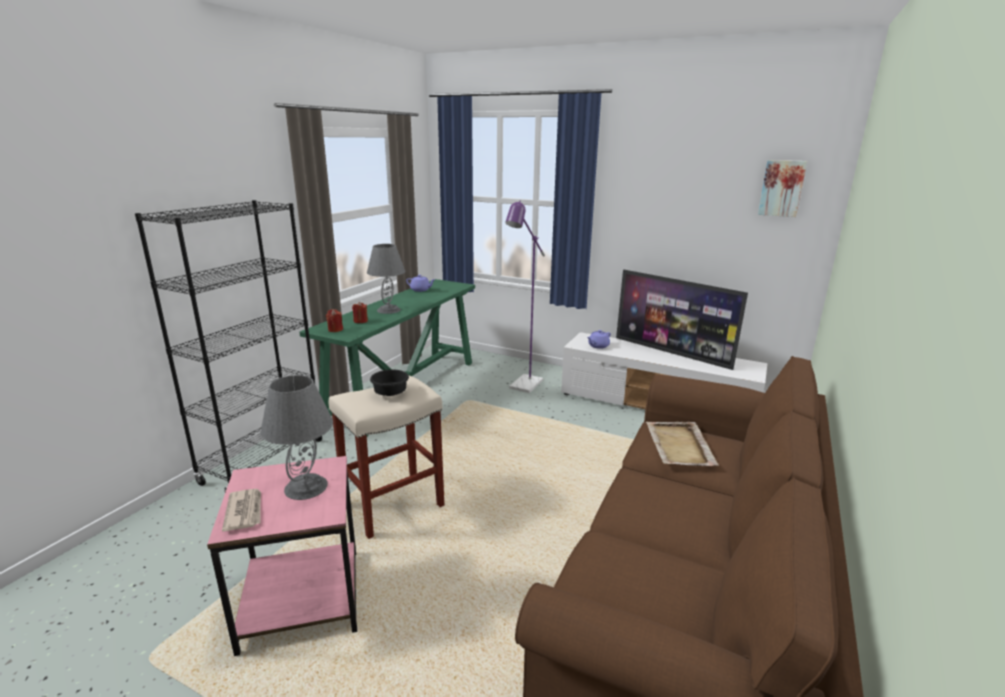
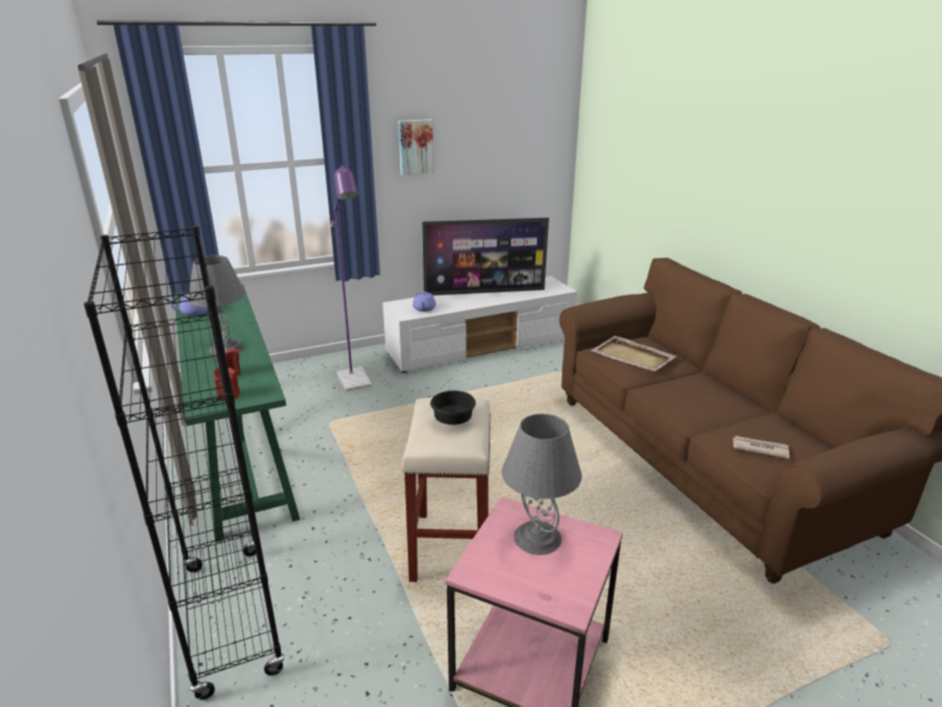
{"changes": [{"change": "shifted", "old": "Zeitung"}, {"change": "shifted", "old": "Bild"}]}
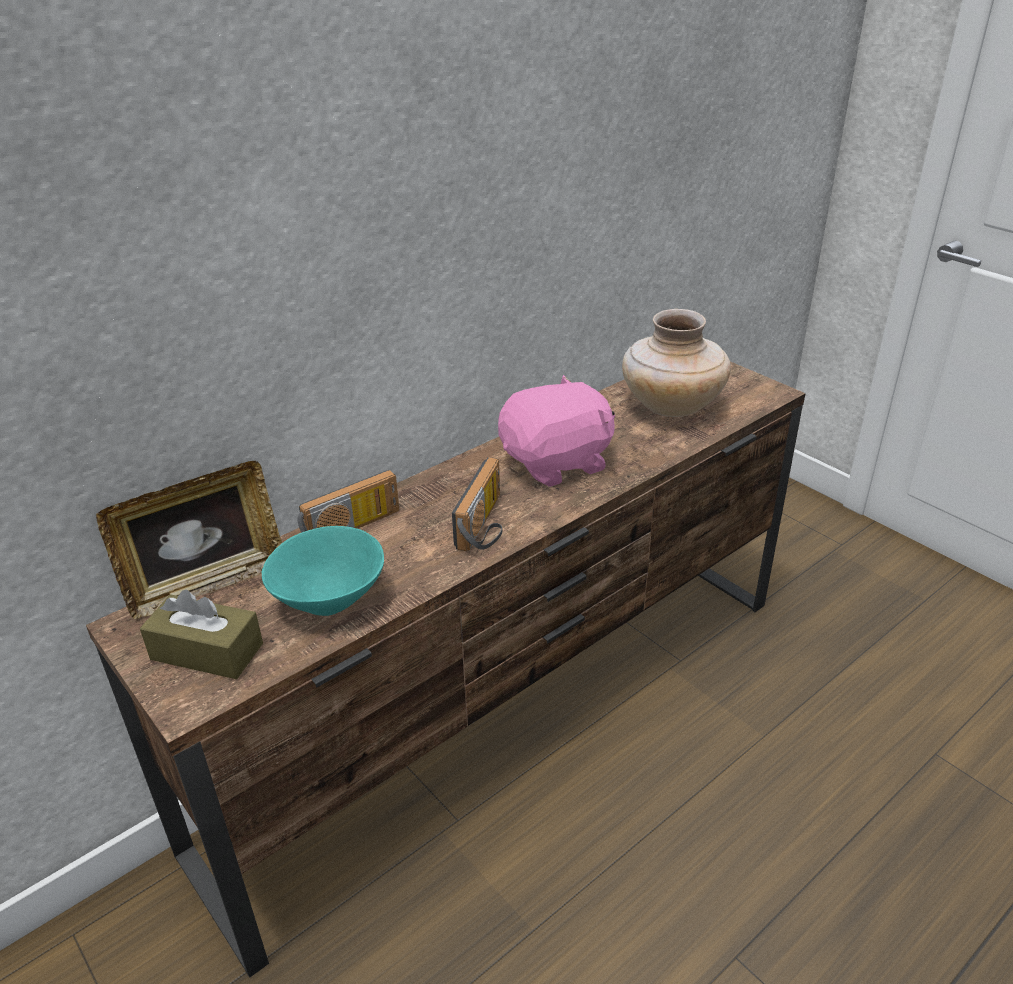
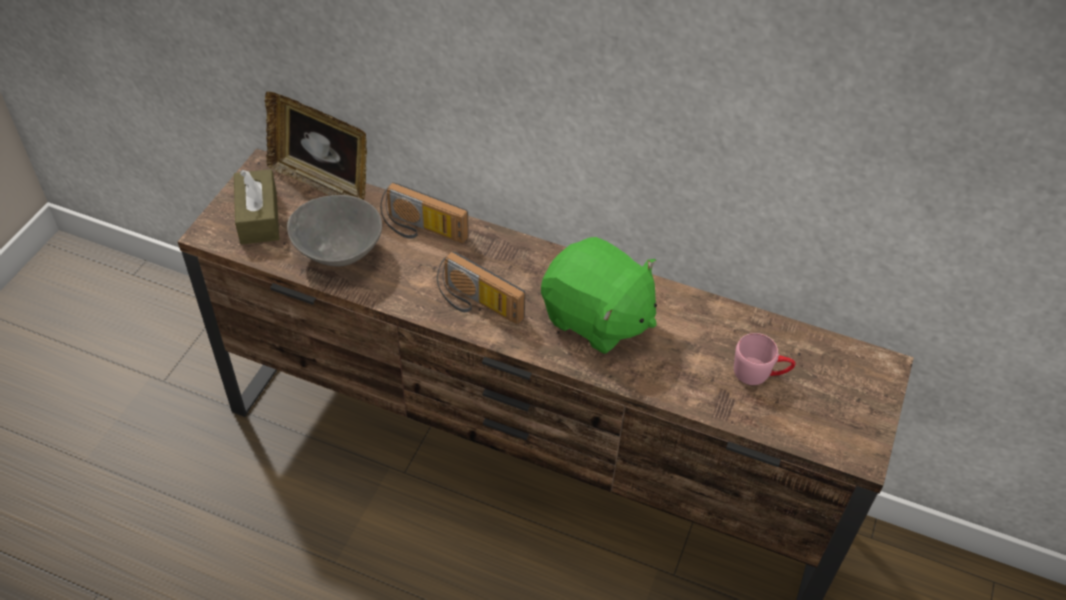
{"changes": [{"change": "swapped", "old": "Vase [beige]", "new": "Henkelbecher [rosa]"}, {"change": "repainted", "old": "Schüssel [türkis]", "new": "Schüssel [grau]"}, {"change": "repainted", "old": "Plüschtier [rosa]", "new": "Plüschtier [grün]"}, {"change": "rotated", "old": "Radio (no. 2 from left)", "degrees": 45}]}
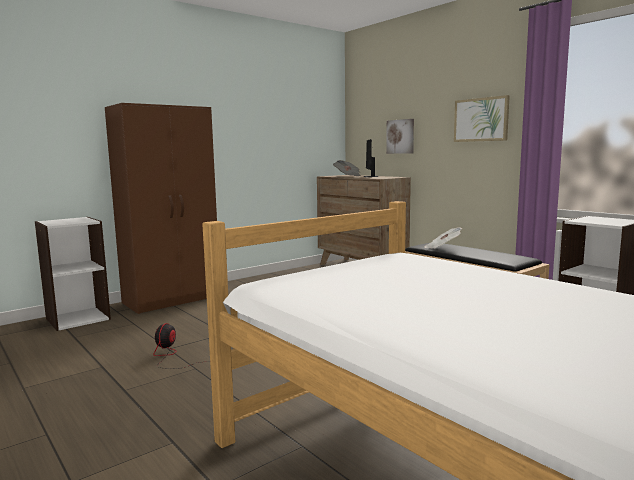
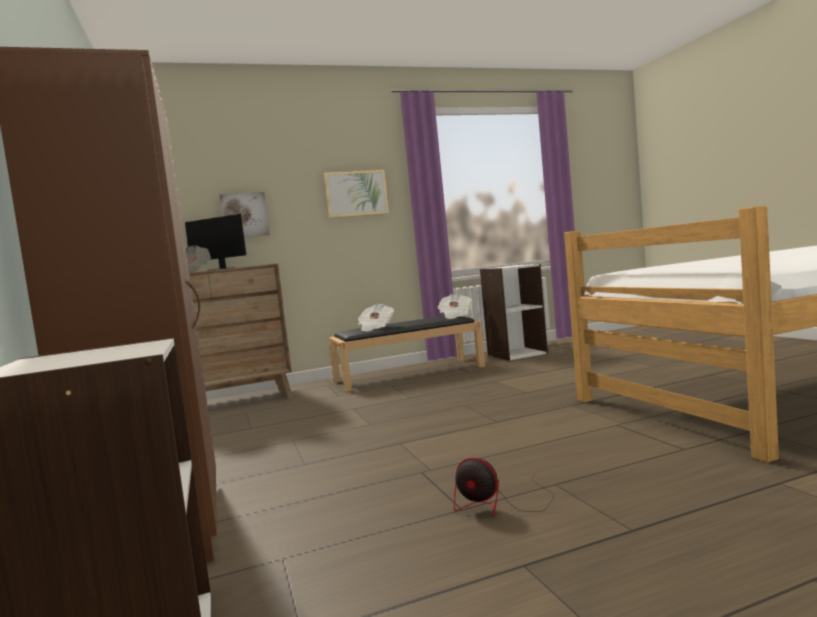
{"changes": [{"change": "new", "new": "Zeitung (no. 3 from left)"}]}
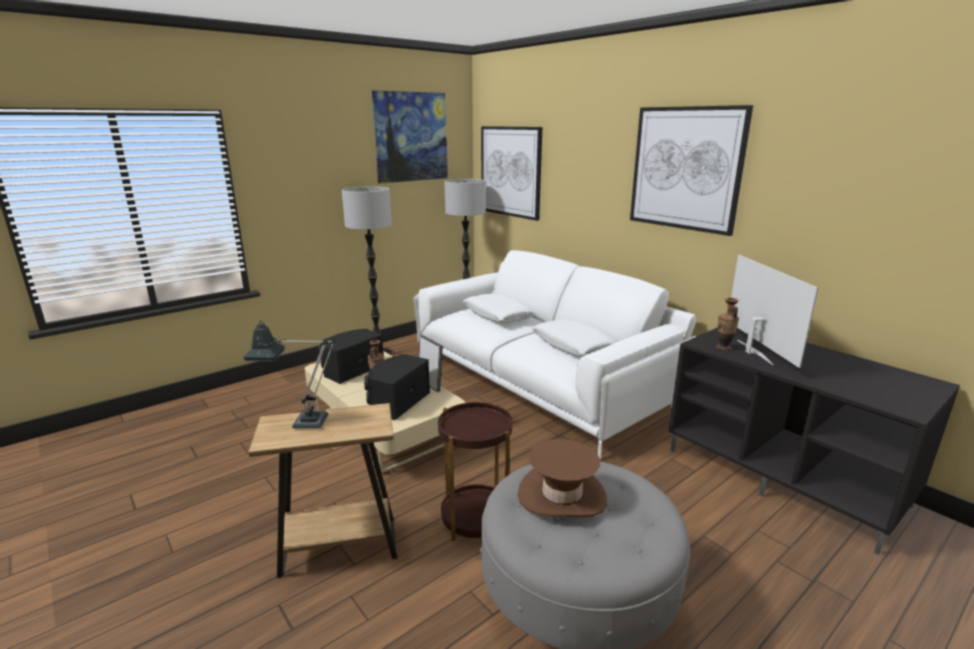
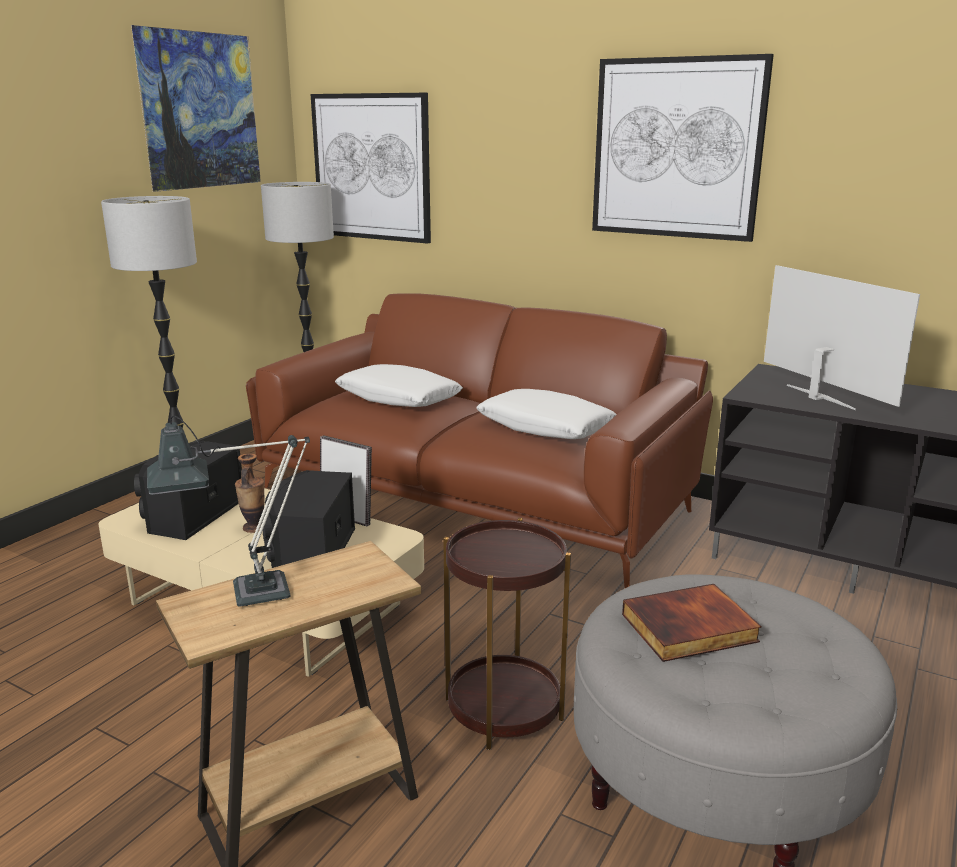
{"changes": [{"change": "gone", "old": "Vase (no. 2 from left)"}, {"change": "swapped", "old": "Hut [braun]", "new": "Buch"}, {"change": "repainted", "old": "Sofa [weiß]", "new": "Sofa [braun]"}]}
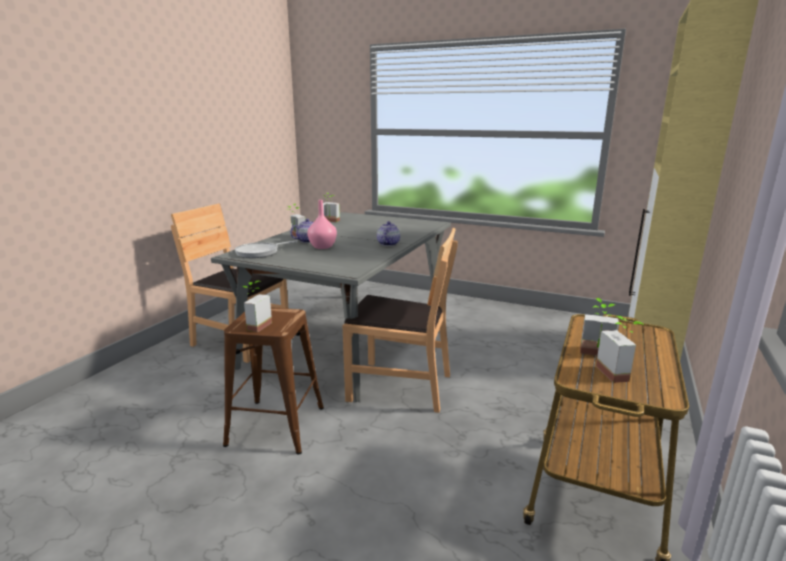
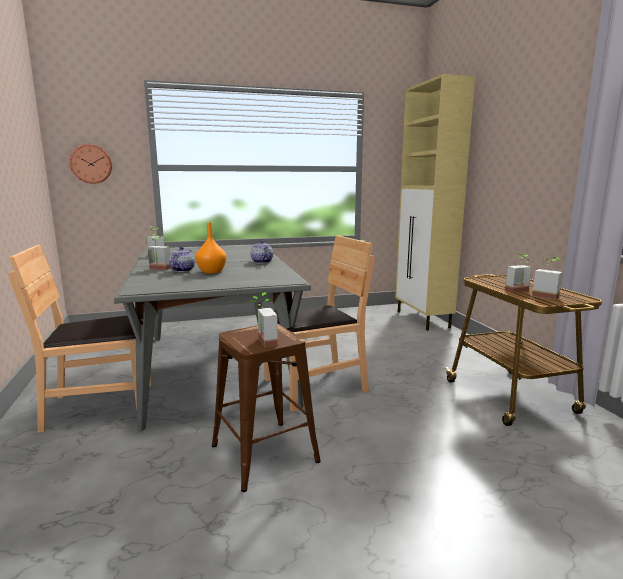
{"changes": [{"change": "gone", "old": "Pfanne"}, {"change": "new", "new": "Wanduhr"}, {"change": "repainted", "old": "Vase [rosa]", "new": "Vase [orange]"}]}
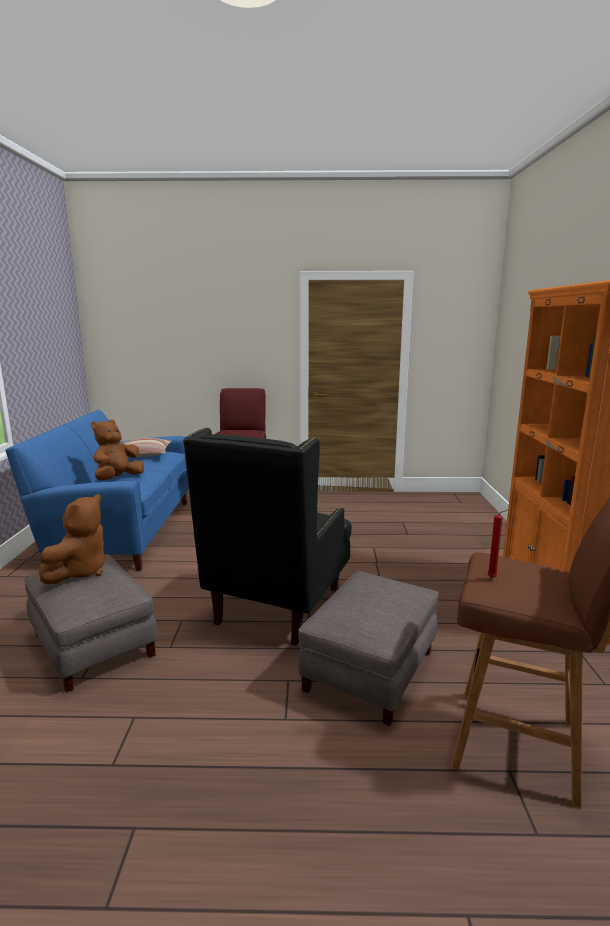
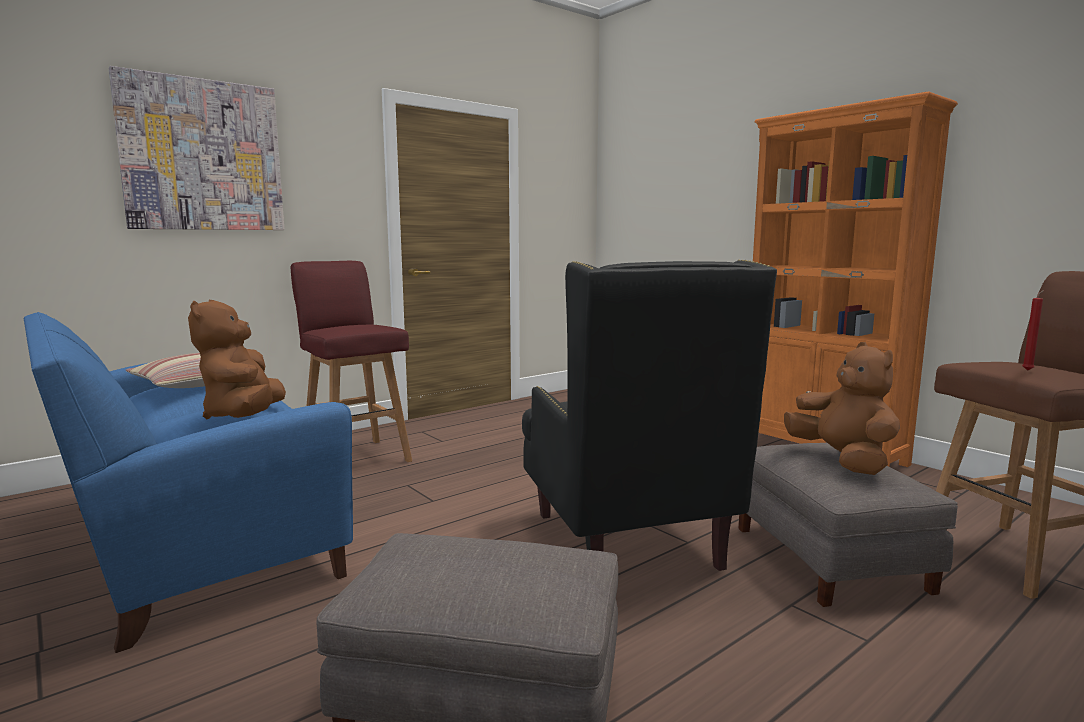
{"changes": [{"change": "new", "new": "Bild"}, {"change": "shifted", "old": "Plüschtier [braun] (no. 1 from left in the first image)", "new": "Plüschtier [braun] (no. 2 from left)"}]}
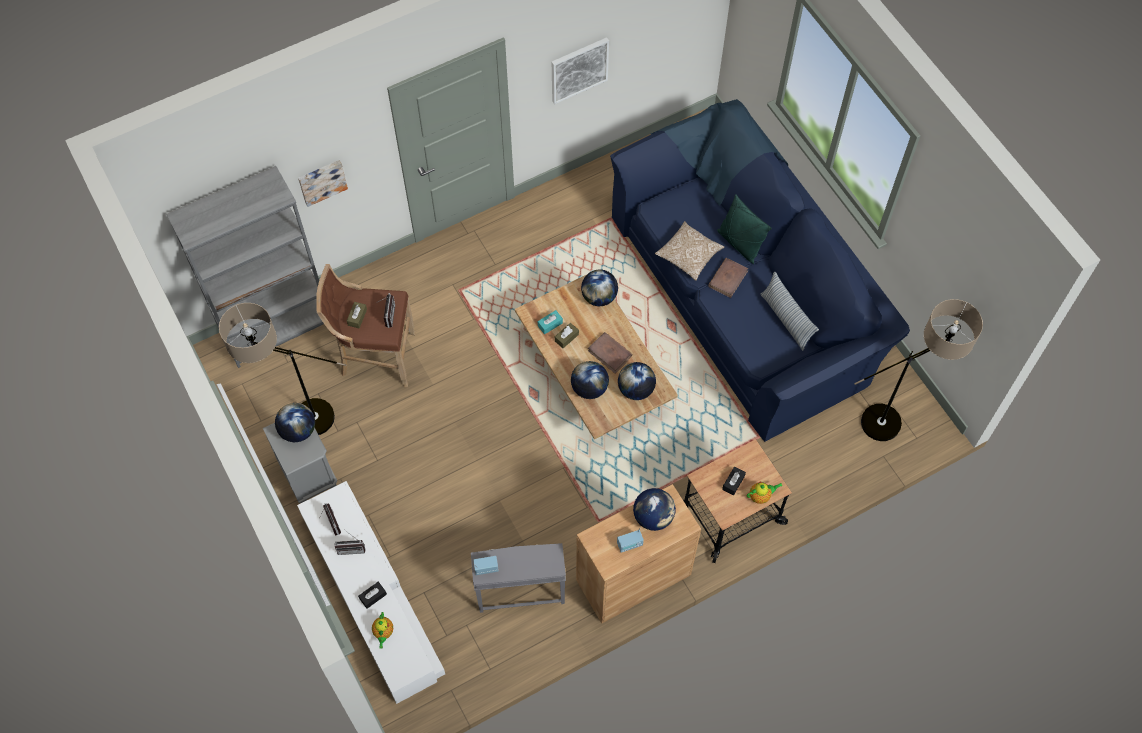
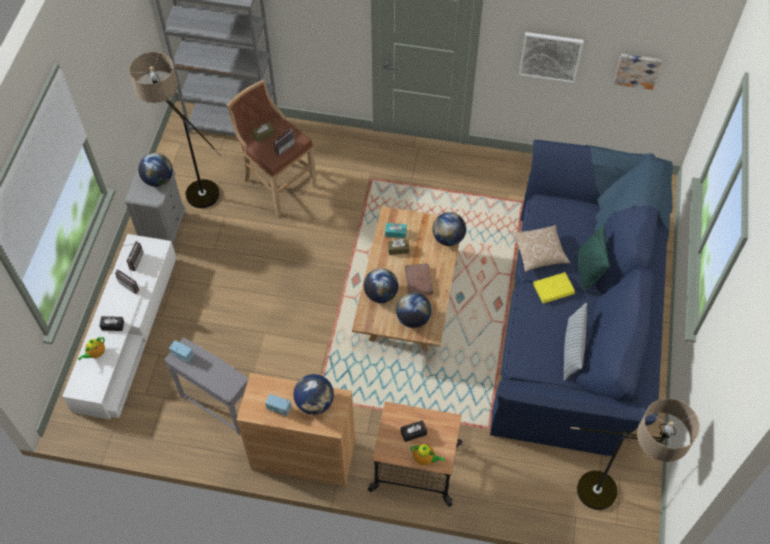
{"changes": [{"change": "shifted", "old": "Bild (no. 1 from left in the first image)", "new": "Bild (no. 2 from left)"}, {"change": "repainted", "old": "Buch [braun] (no. 2 from left)", "new": "Buch [gelb]"}]}
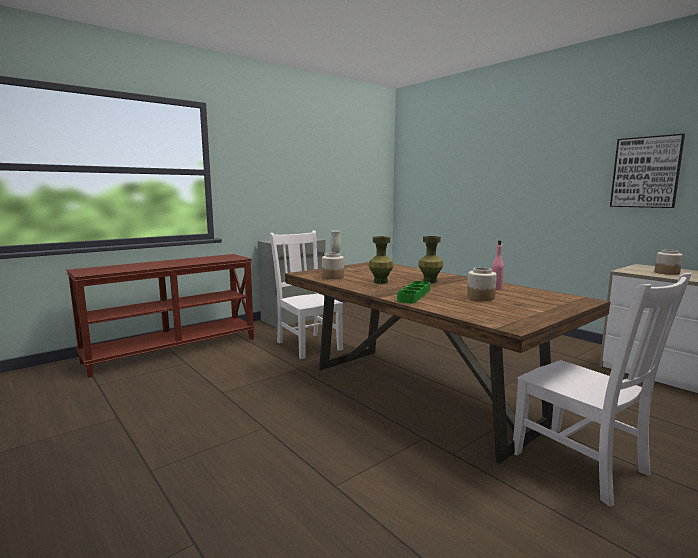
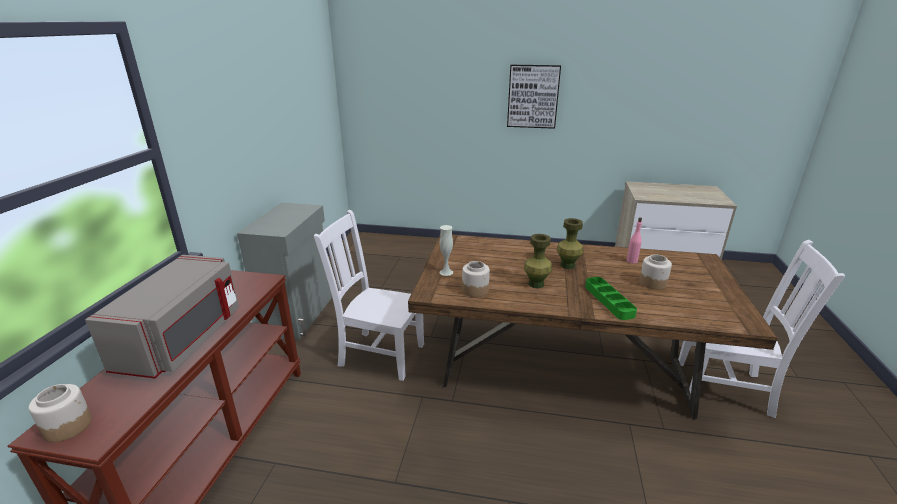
{"changes": [{"change": "new", "new": "Mikrowelle [grau]"}, {"change": "shifted", "old": "Bild"}, {"change": "shifted", "old": "Vorratsglas (no. 3 from left in the first image)", "new": "Vorratsglas (no. 1 from left)"}]}
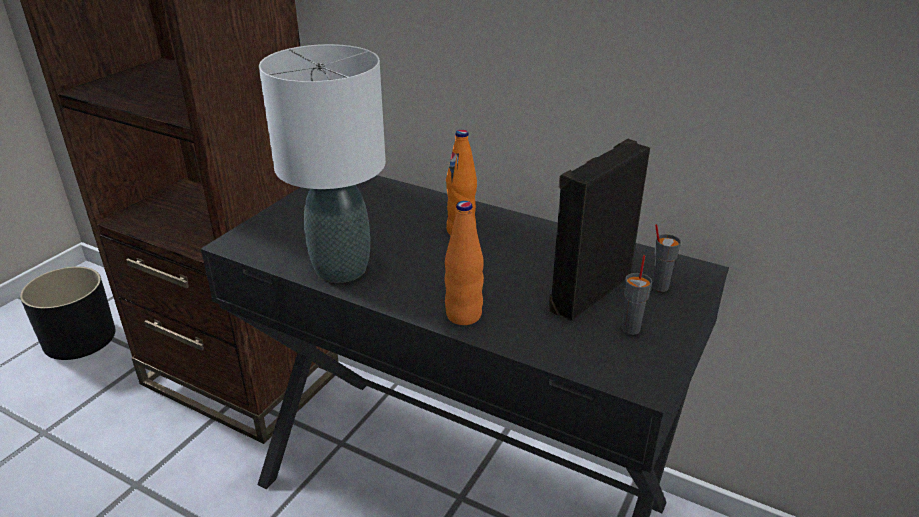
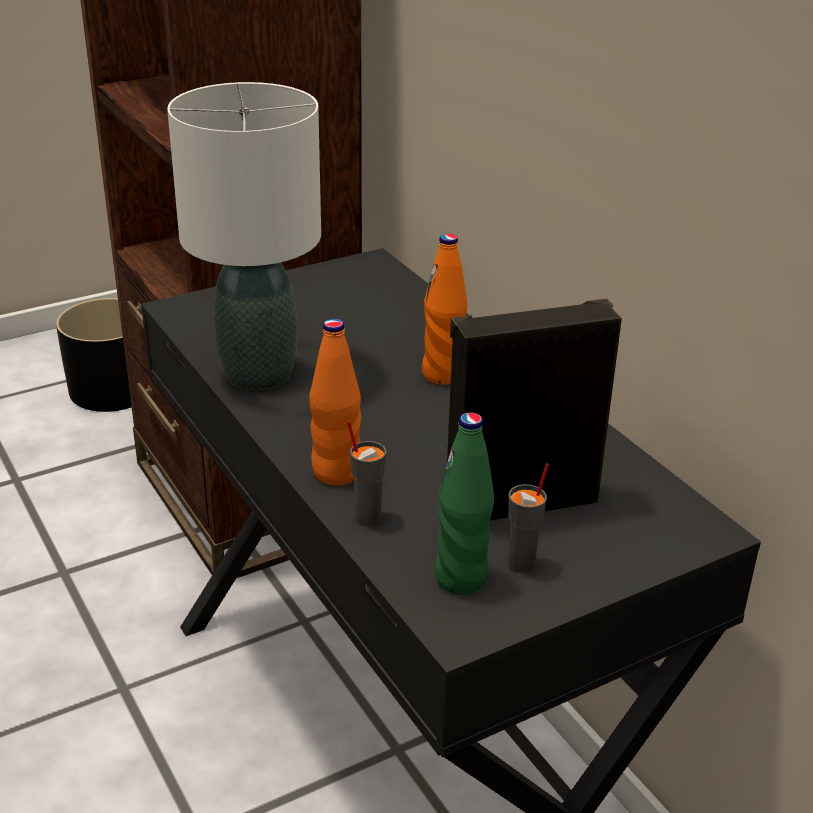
{"changes": [{"change": "new", "new": "Flasche [grün]"}, {"change": "shifted", "old": "Tasse [grau] (no. 2 from left in the first image)", "new": "Tasse [grau] (no. 1 from left)"}]}
